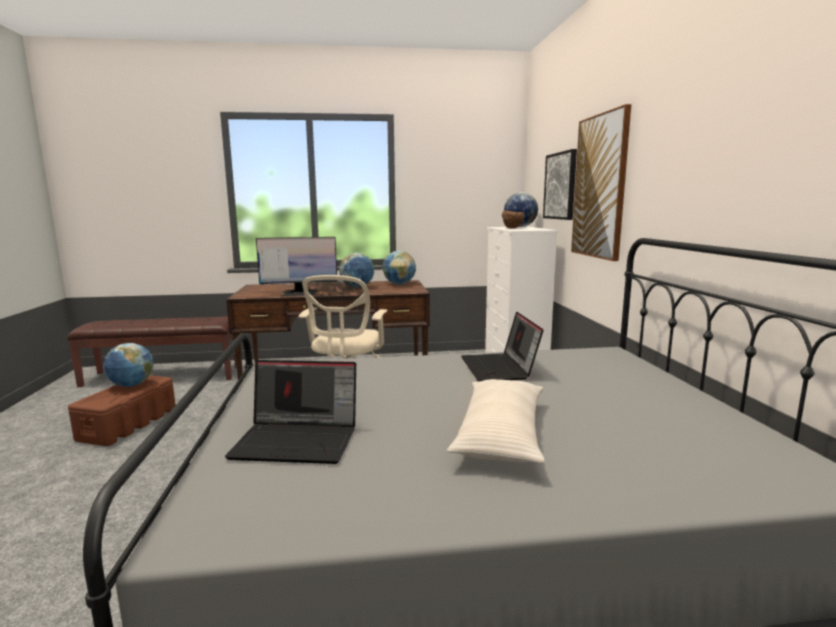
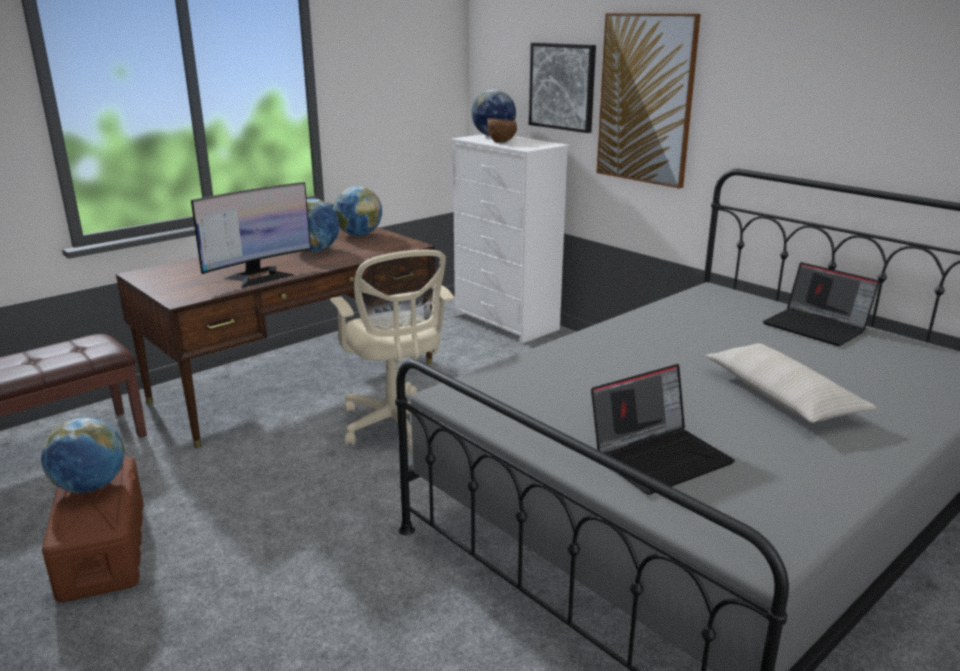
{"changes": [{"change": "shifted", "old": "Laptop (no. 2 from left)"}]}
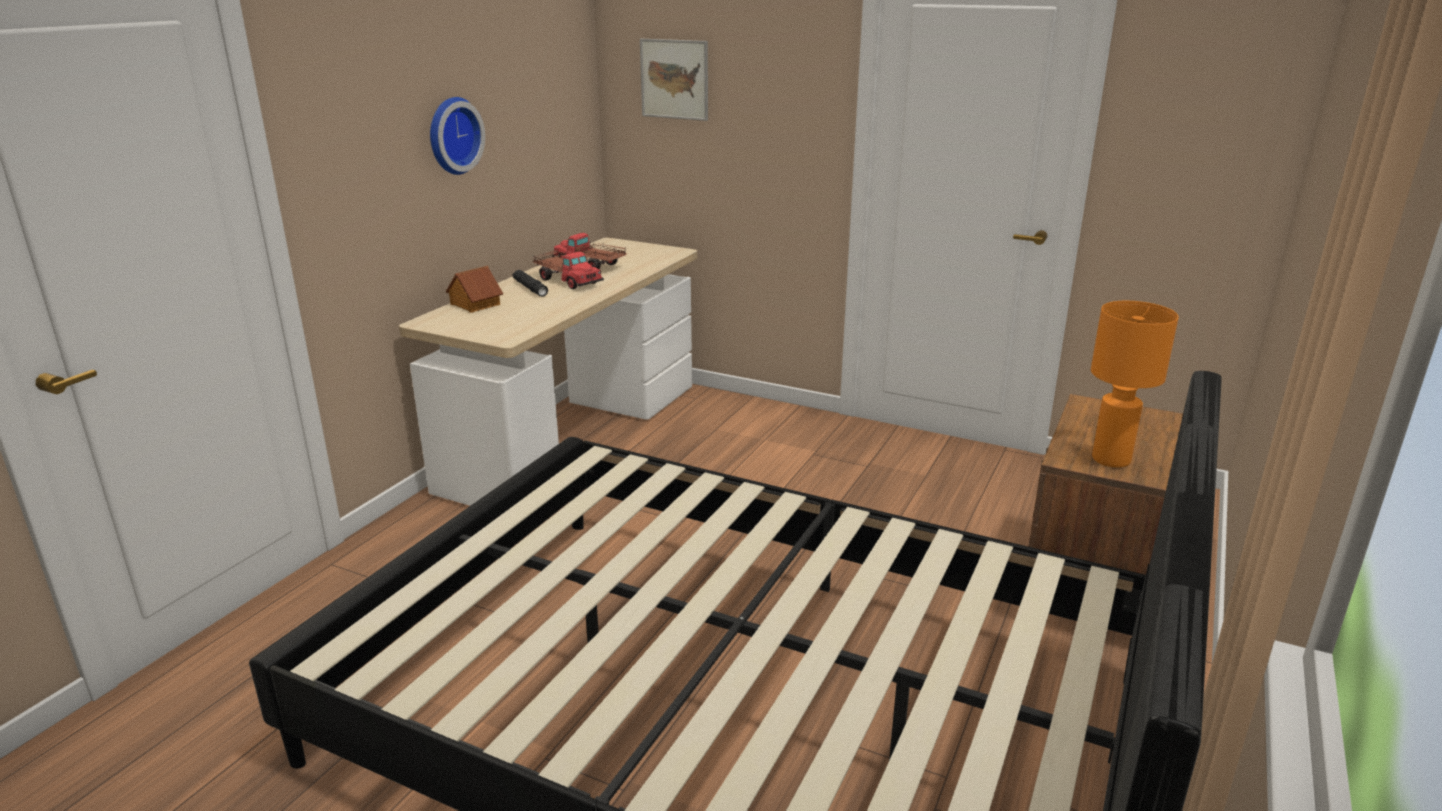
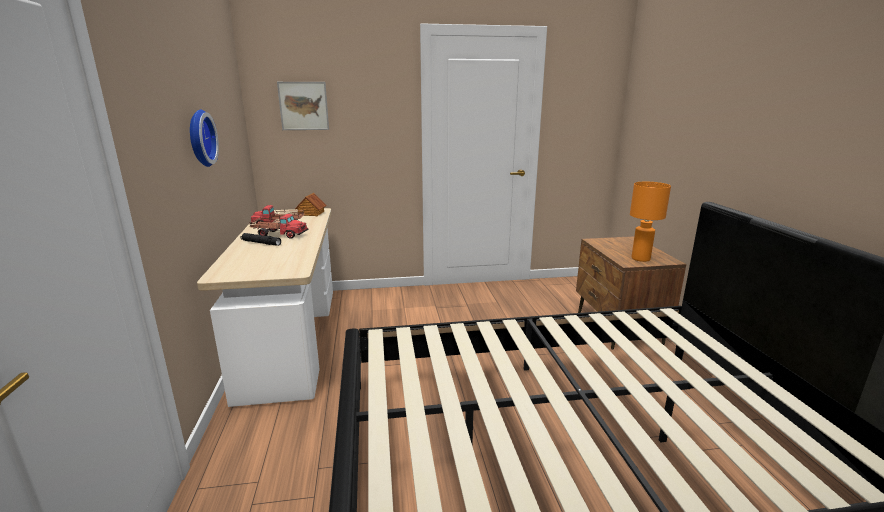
{"changes": [{"change": "shifted", "old": "Spielzeughaus"}]}
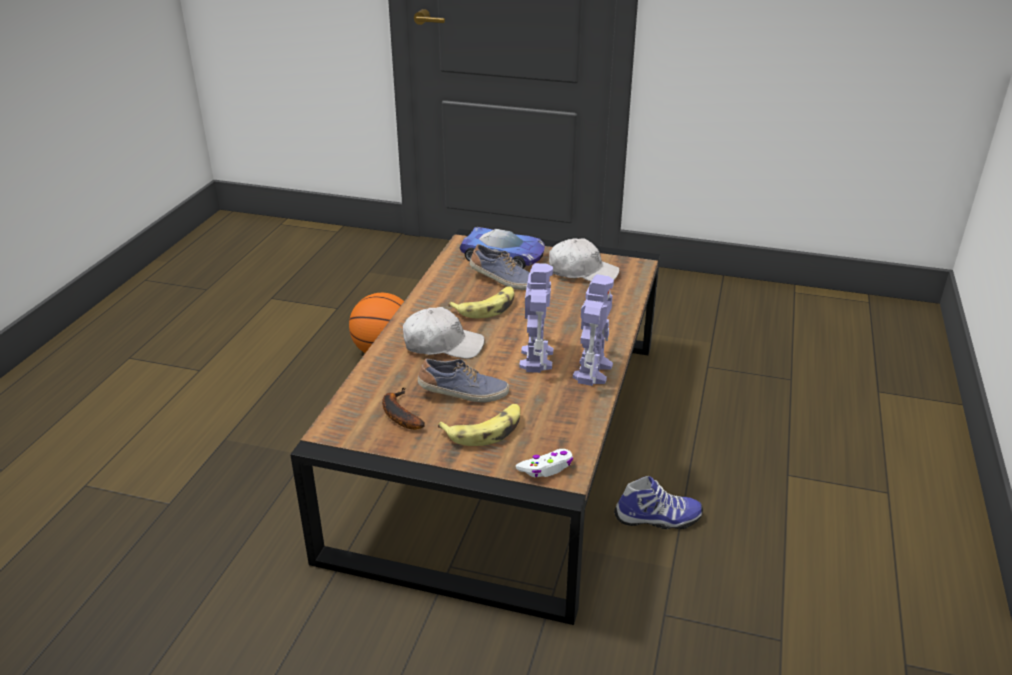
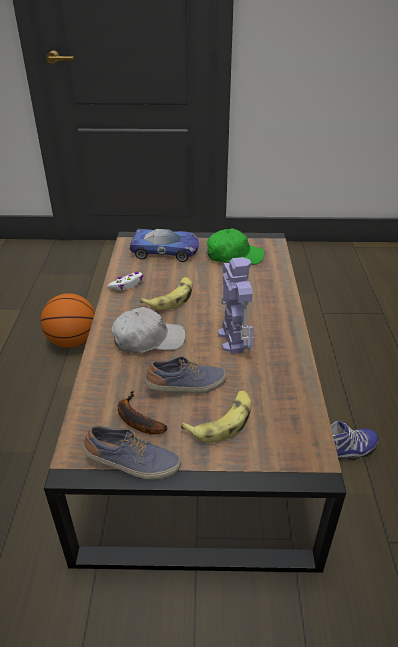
{"changes": [{"change": "gone", "old": "Spielzeugroboter (no. 2 from left)"}, {"change": "shifted", "old": "Schuh (no. 2 from left in the first image)", "new": "Schuh (no. 1 from left)"}, {"change": "shifted", "old": "Gamepad [weiß]"}, {"change": "repainted", "old": "Kappe [weiß] (no. 2 from left)", "new": "Kappe [grün]"}]}
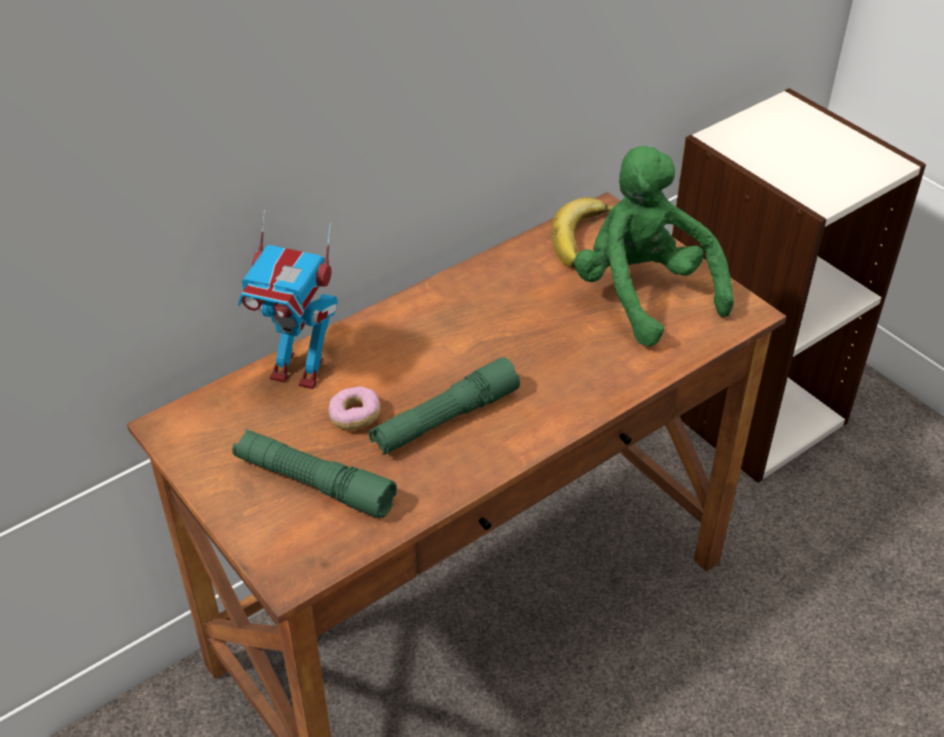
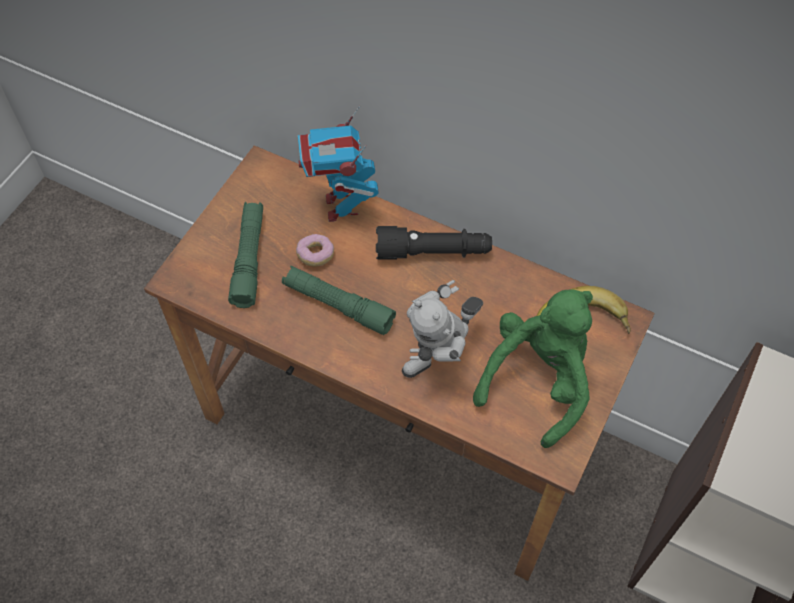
{"changes": [{"change": "new", "new": "Taschenlampe [schwarz]"}, {"change": "new", "new": "Spielzeugroboter (no. 2 from left)"}]}
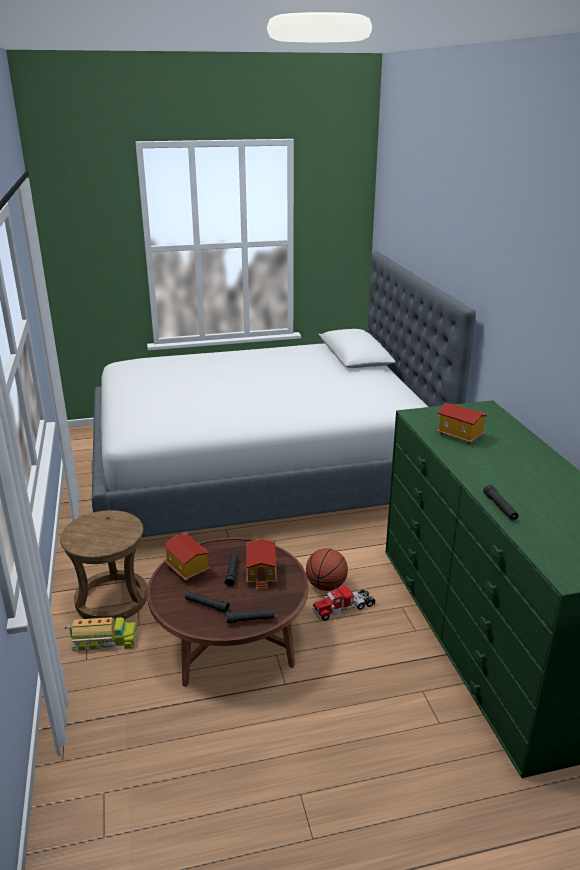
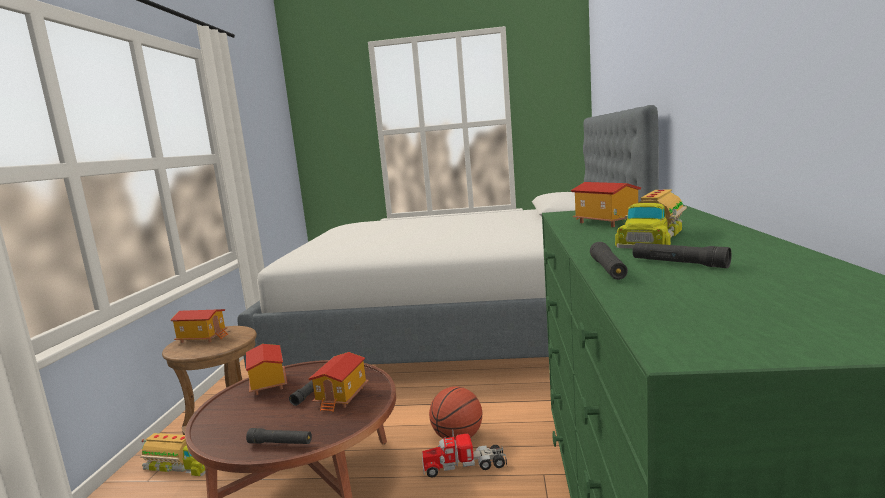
{"changes": [{"change": "new", "new": "Spielzeughaus (no. 1 from left)"}, {"change": "new", "new": "Spielzeuglaster (no. 3 from left)"}, {"change": "shifted", "old": "Taschenlampe [schwarz] (no. 1 from left in the first image)", "new": "Taschenlampe [schwarz] (no. 4 from left)"}]}
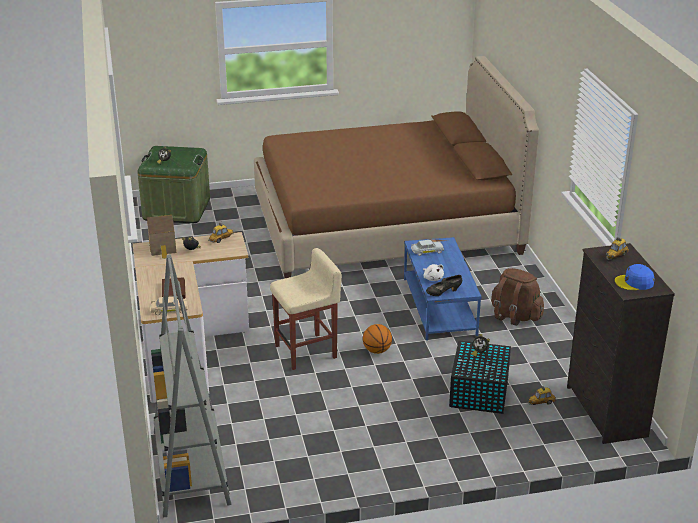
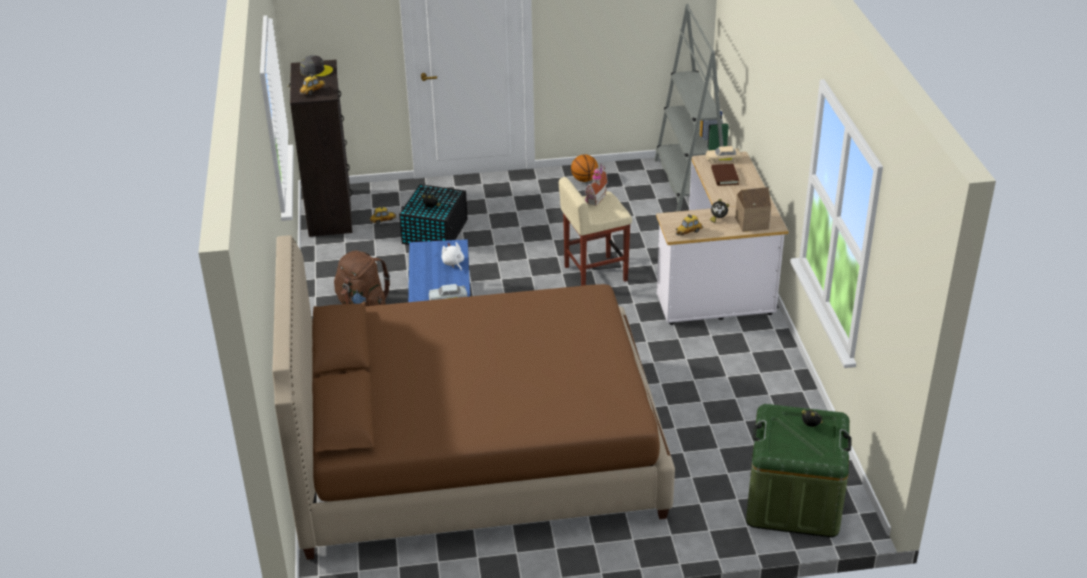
{"changes": [{"change": "gone", "old": "Schuh [schwarz]"}, {"change": "new", "new": "Spielzeughaus (no. 1 from left)"}, {"change": "shifted", "old": "Basketball"}, {"change": "repainted", "old": "Kappe [blau]", "new": "Kappe [grau]"}]}
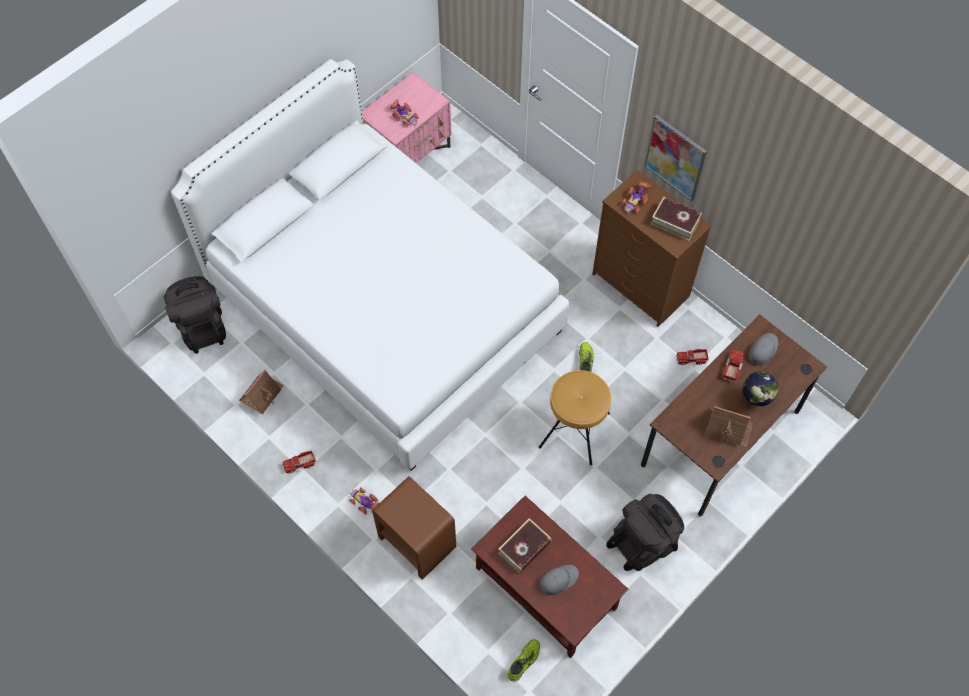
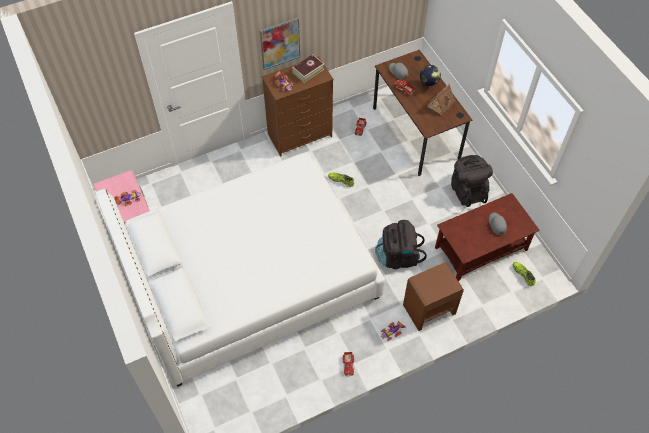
{"changes": [{"change": "gone", "old": "Spielzeughaus (no. 1 from left)"}, {"change": "gone", "old": "Buch (no. 1 from left)"}, {"change": "gone", "old": "Hocker [braun]"}, {"change": "shifted", "old": "Rucksack [schwarz] (no. 1 from left)"}]}
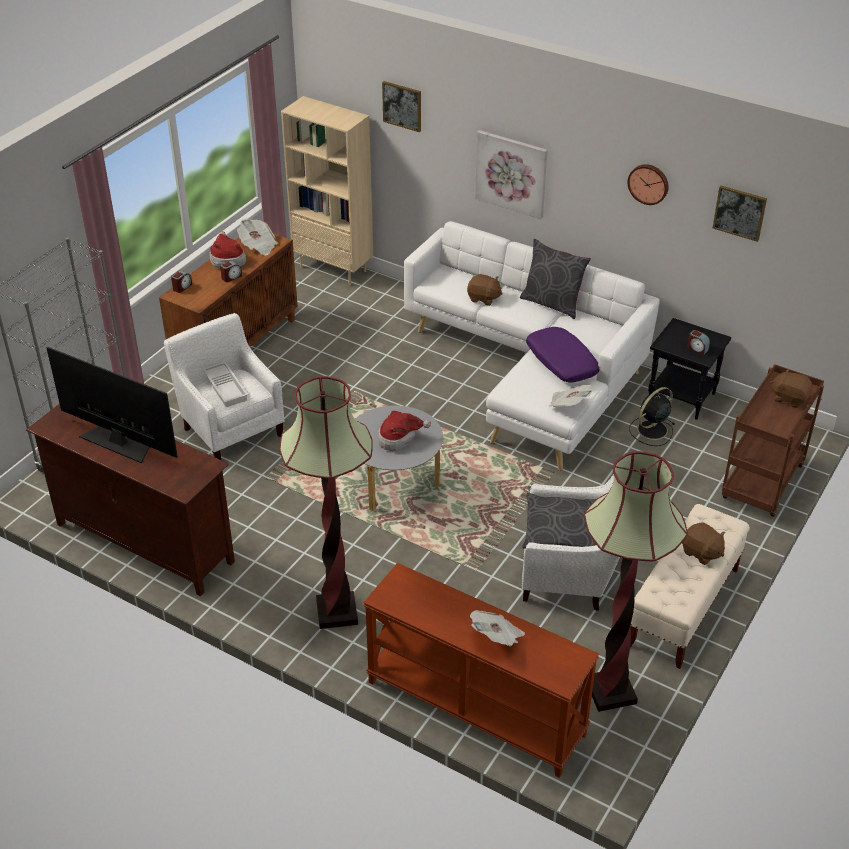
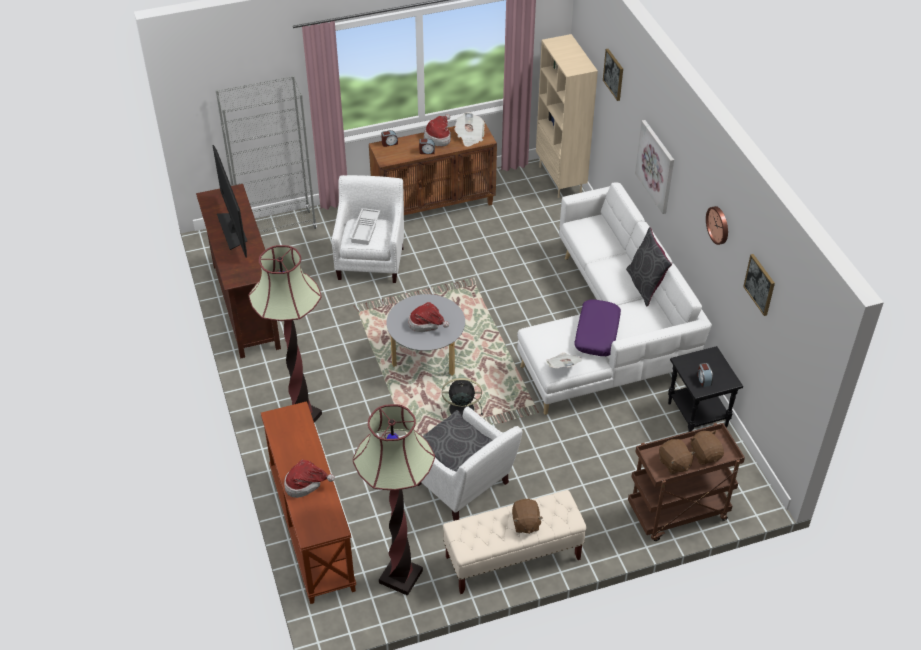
{"changes": [{"change": "shifted", "old": "Plüschtier [braun] (no. 1 from left in the first image)", "new": "Plüschtier [braun] (no. 2 from left)"}, {"change": "shifted", "old": "Ventilator [schwarz]"}, {"change": "swapped", "old": "Zeitung (no. 2 from left)", "new": "Hut (no. 1 from left)"}]}
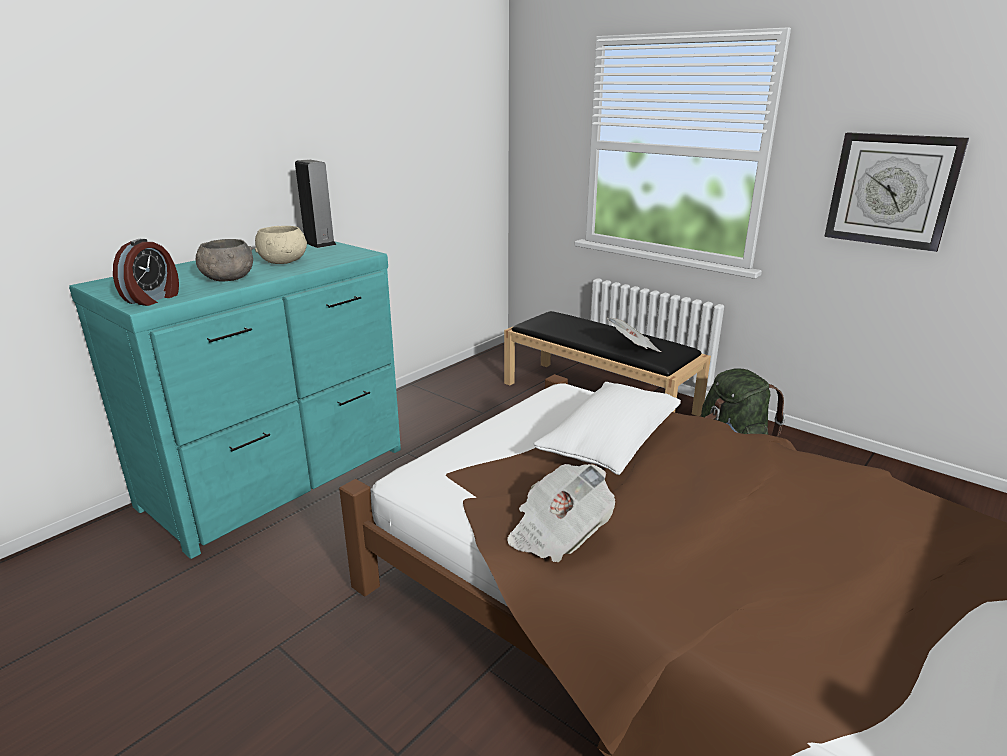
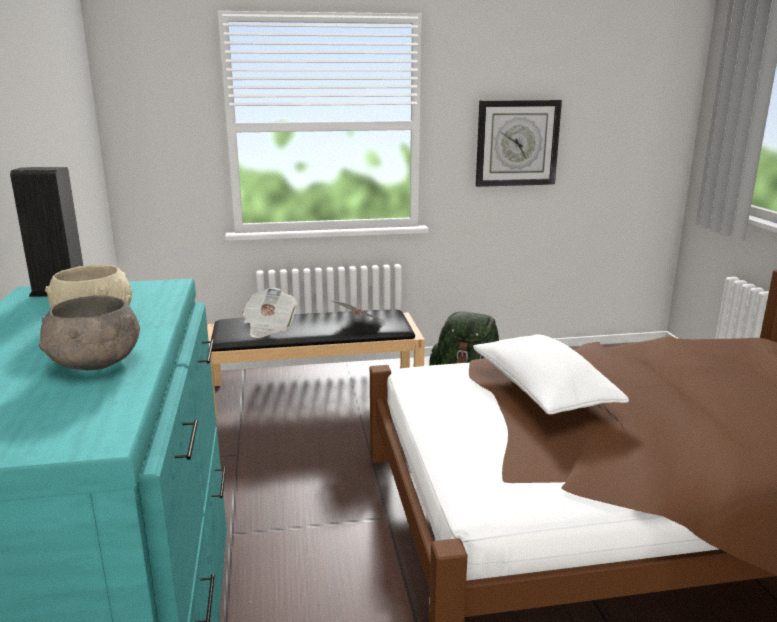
{"changes": [{"change": "gone", "old": "Wecker"}, {"change": "shifted", "old": "Zeitung (no. 1 from left)"}]}
